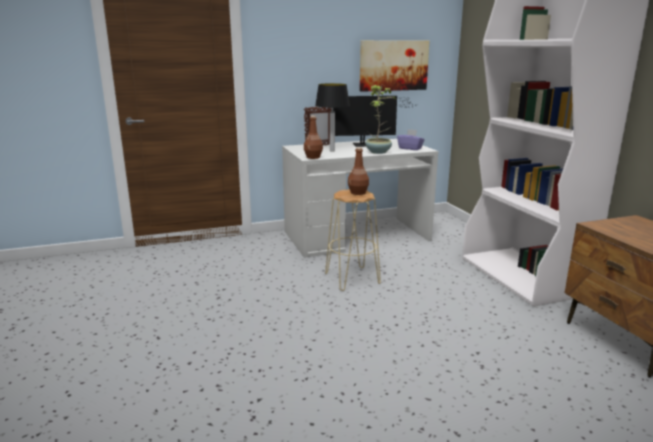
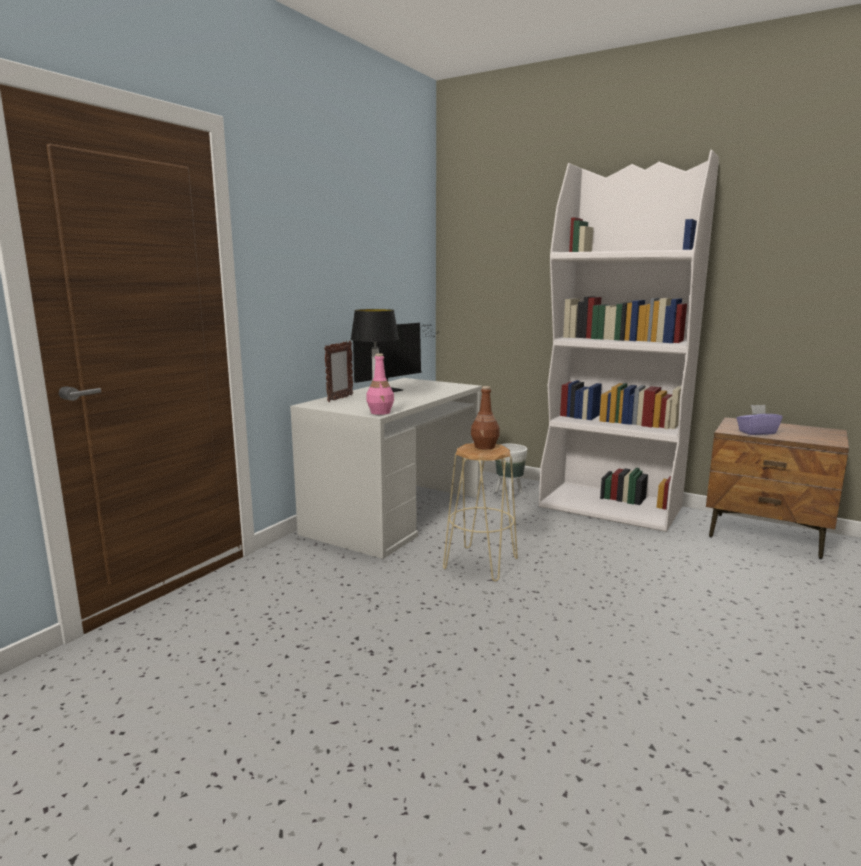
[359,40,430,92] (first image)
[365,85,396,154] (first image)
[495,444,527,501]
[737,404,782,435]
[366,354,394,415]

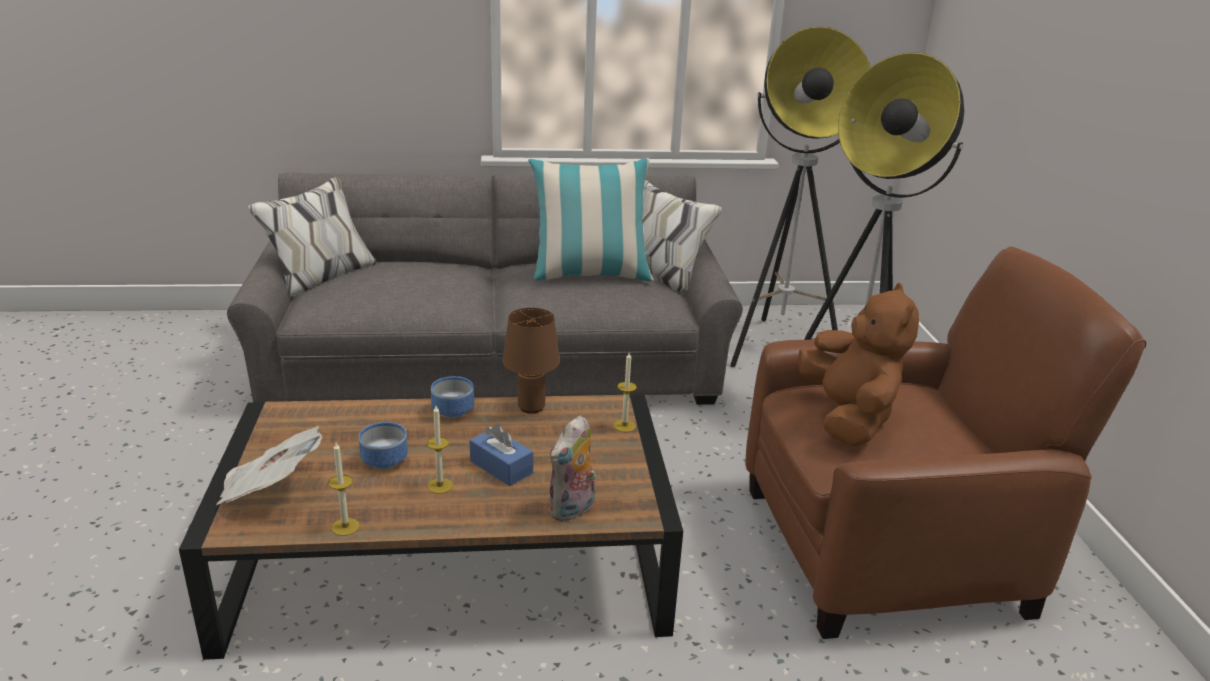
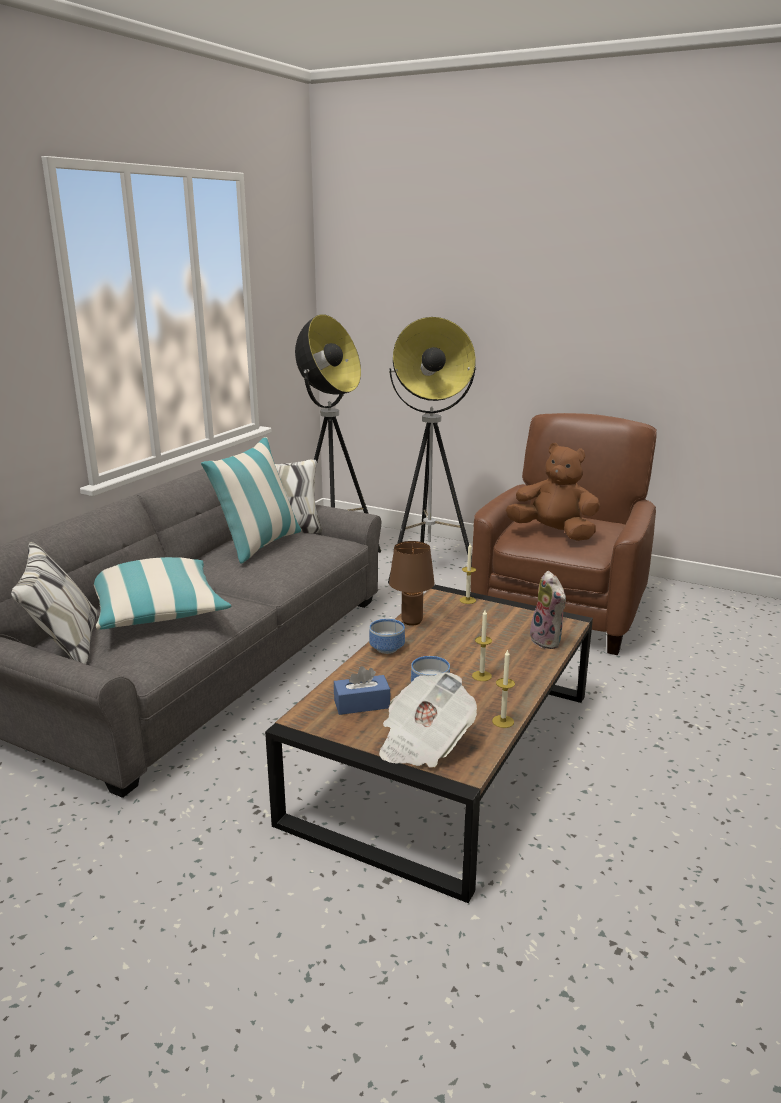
[94,557,231,630]
[334,666,390,715]

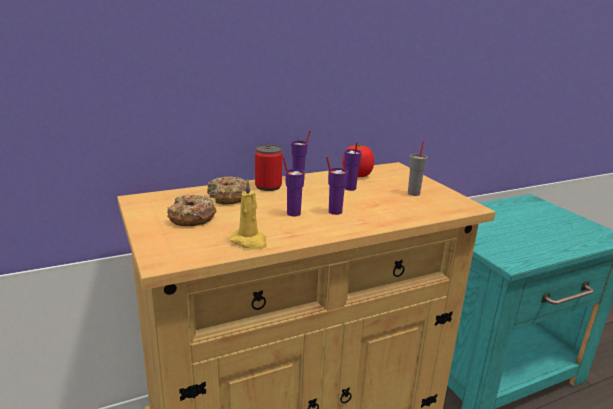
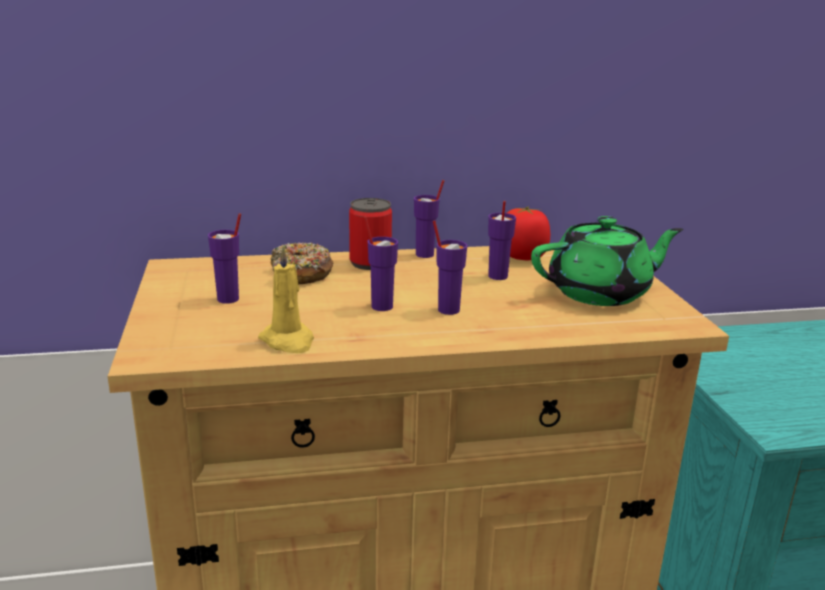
[208,213,241,304]
[531,216,684,306]

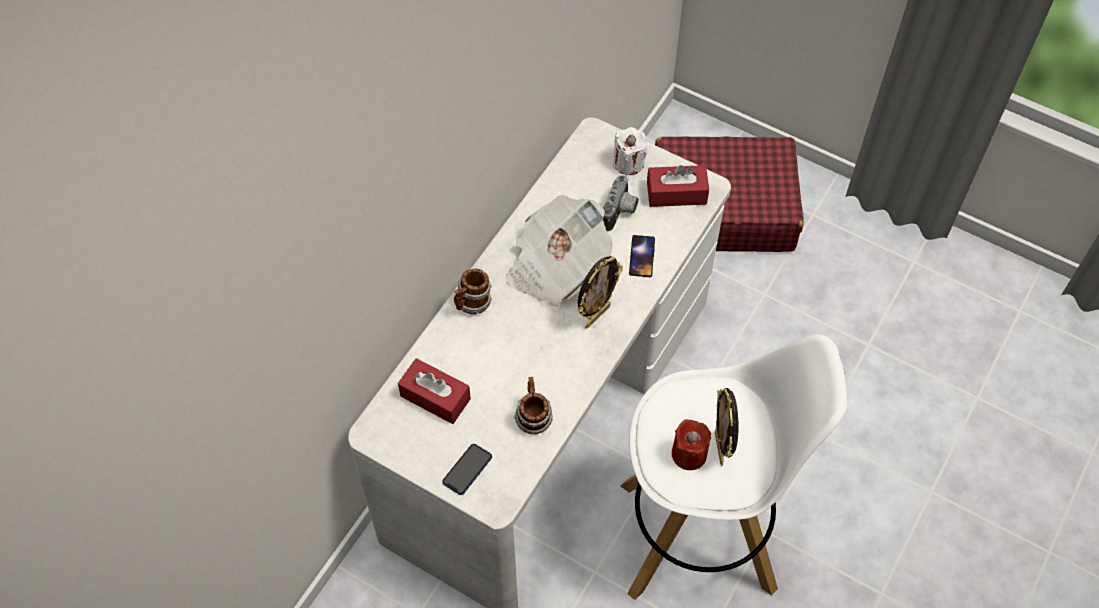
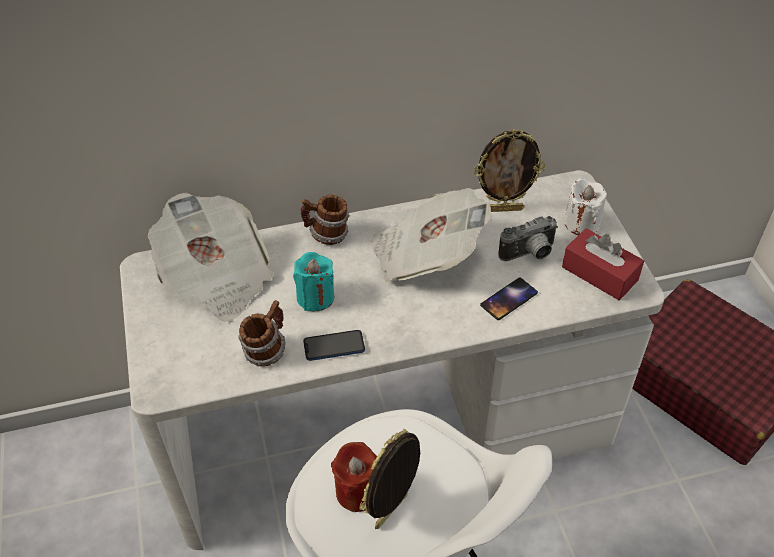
[293,252,334,311]
[303,330,365,361]
[474,129,545,212]
[148,193,274,322]

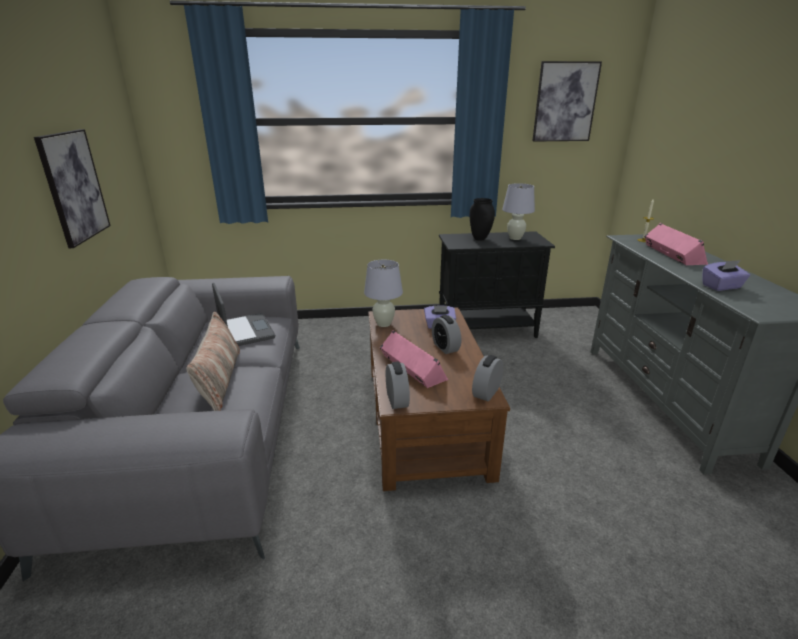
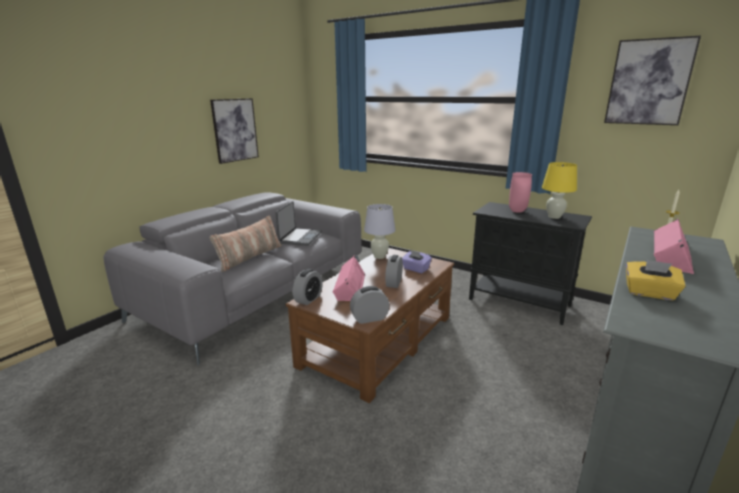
[509,172,532,213]
[542,162,577,219]
[626,260,686,301]

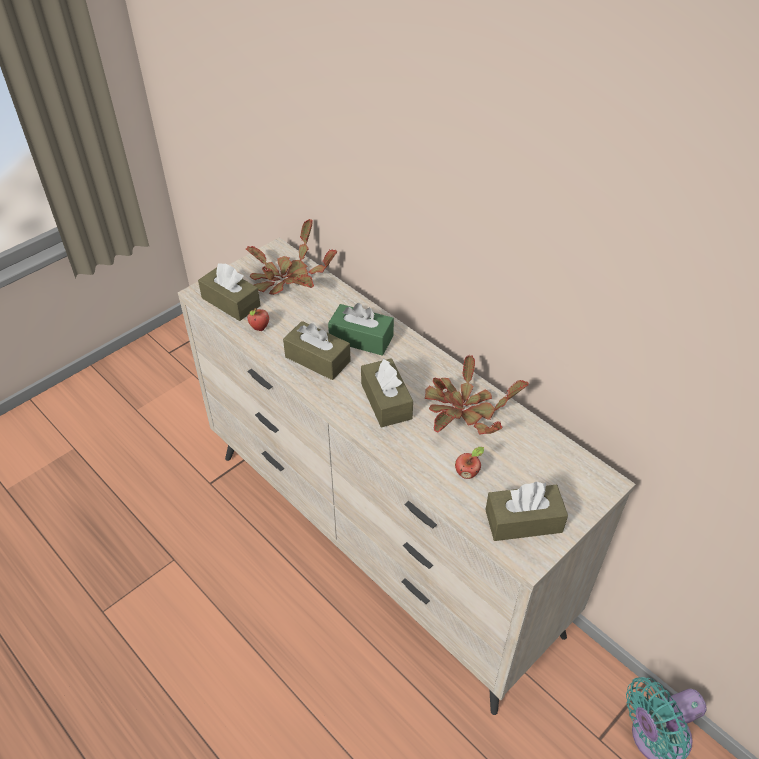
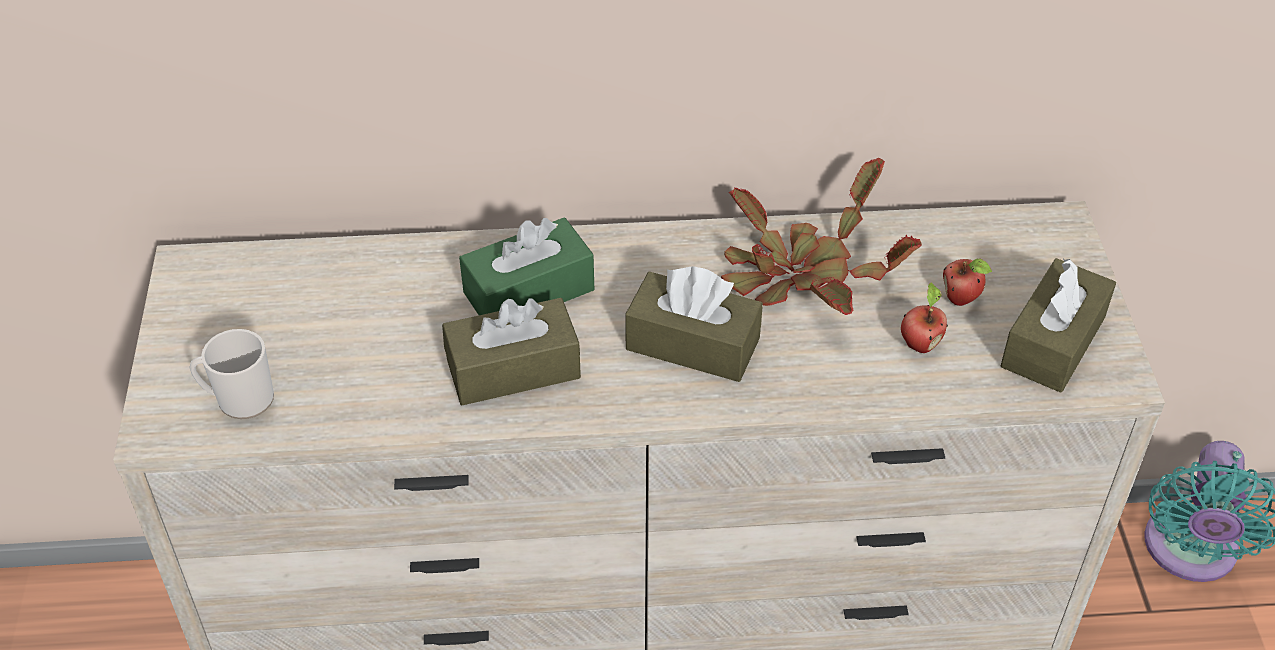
[246,219,337,295] (first image)
[943,259,992,306]
[189,329,274,419]

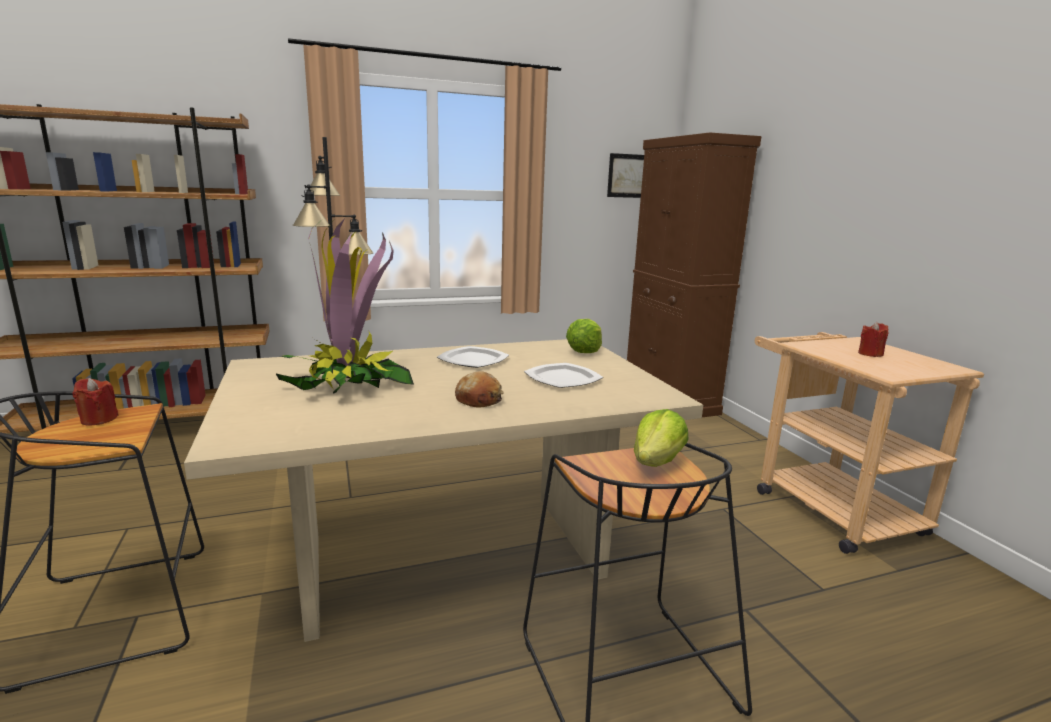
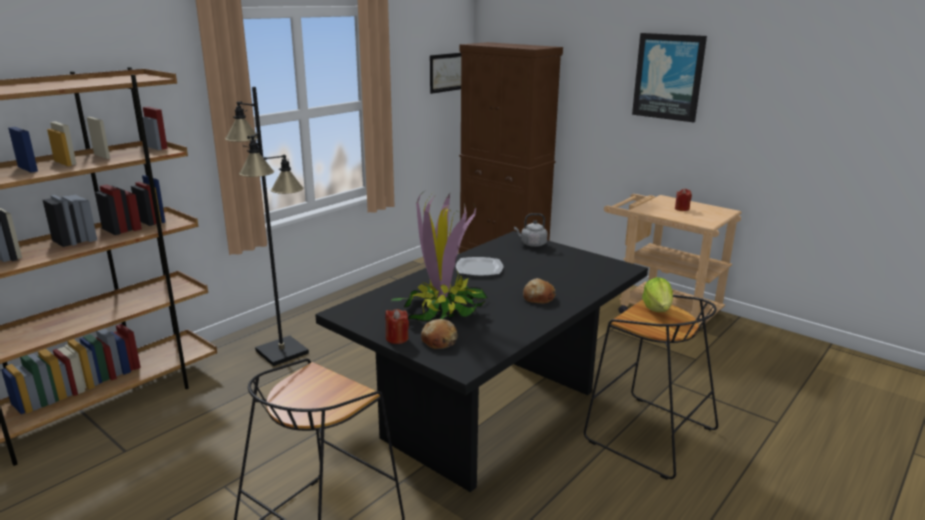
[524,363,603,388] (first image)
[421,319,458,349]
[632,33,707,122]
[385,309,409,344]
[514,213,548,247]
[315,231,648,492]

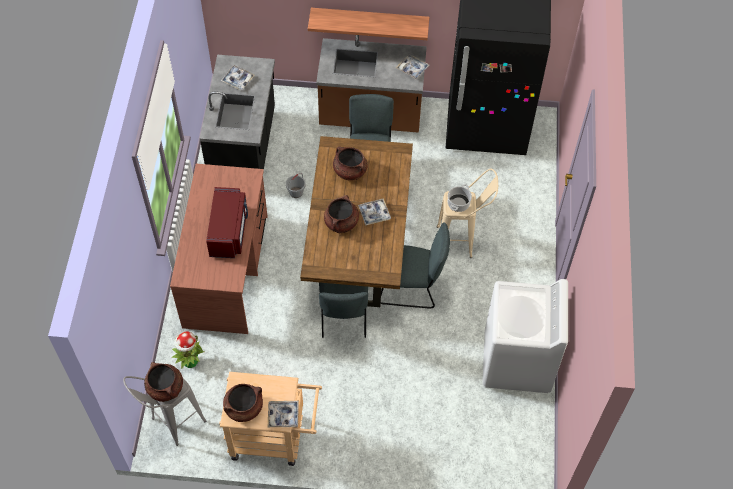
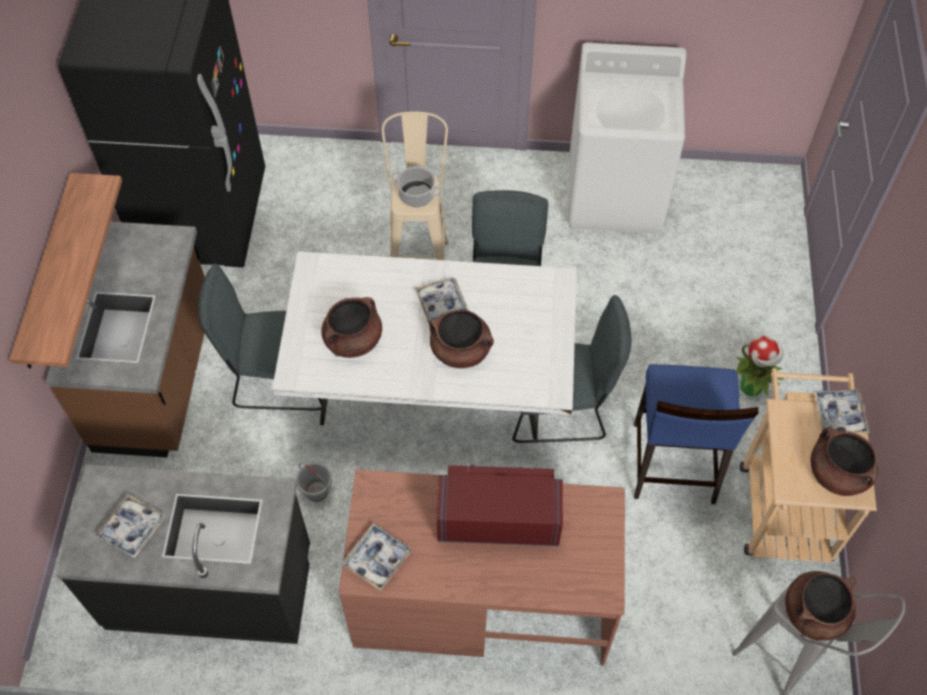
[634,364,758,504]
[736,336,784,396]
[342,523,413,591]
[272,251,577,440]

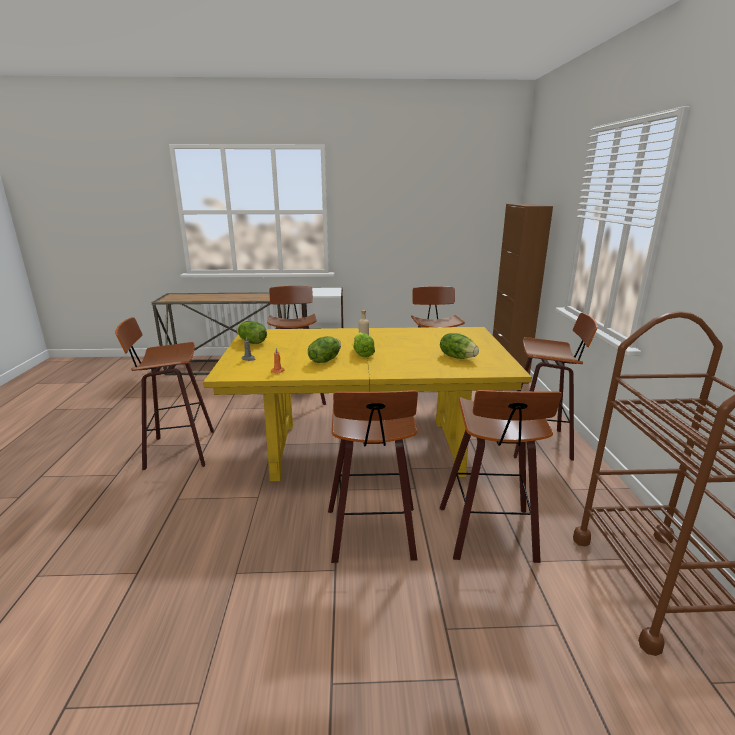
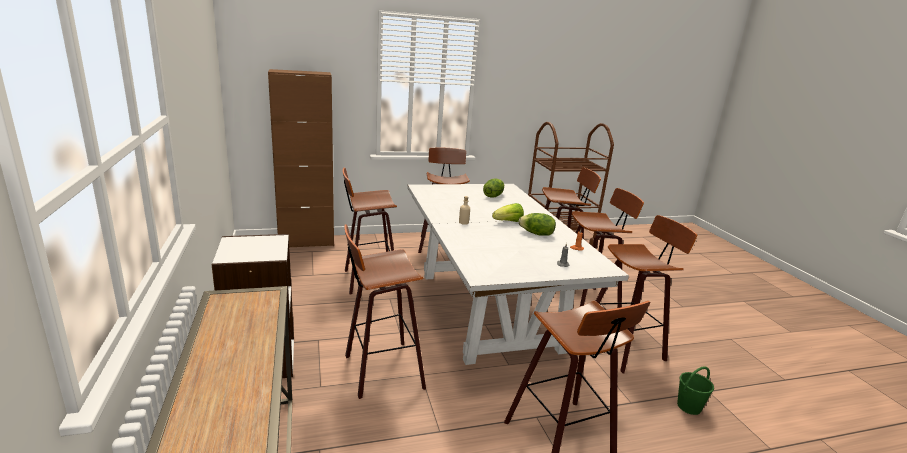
[237,321,267,344] (first image)
[596,215,697,374]
[677,366,714,415]
[407,184,629,365]

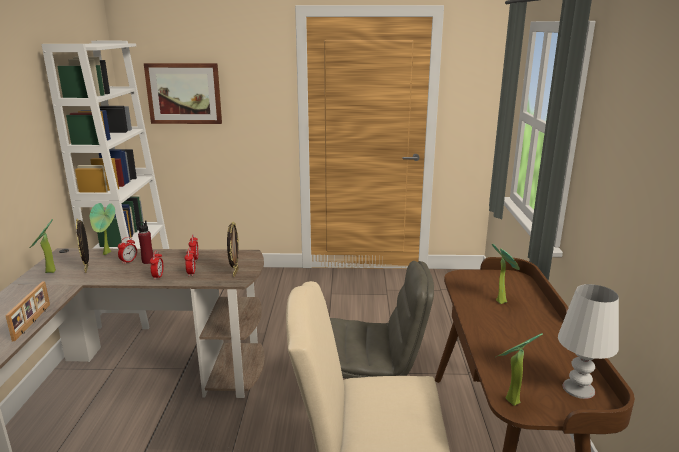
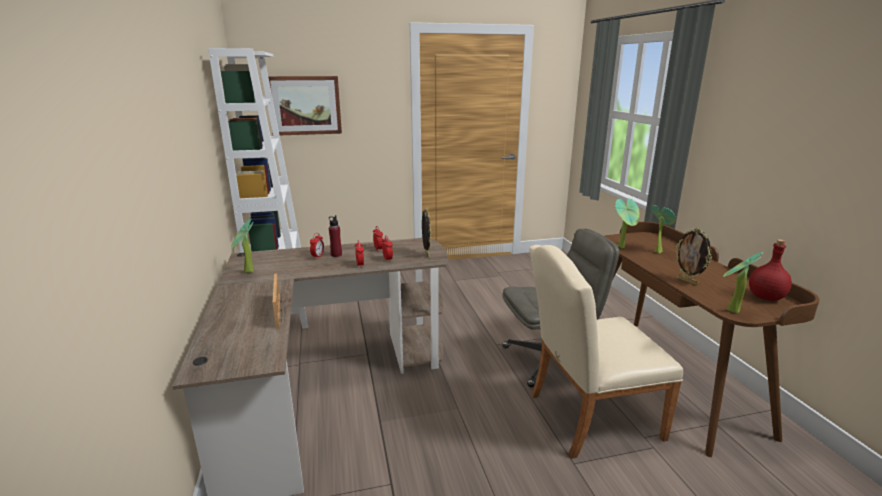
[675,228,712,285]
[615,198,639,248]
[749,239,792,301]

